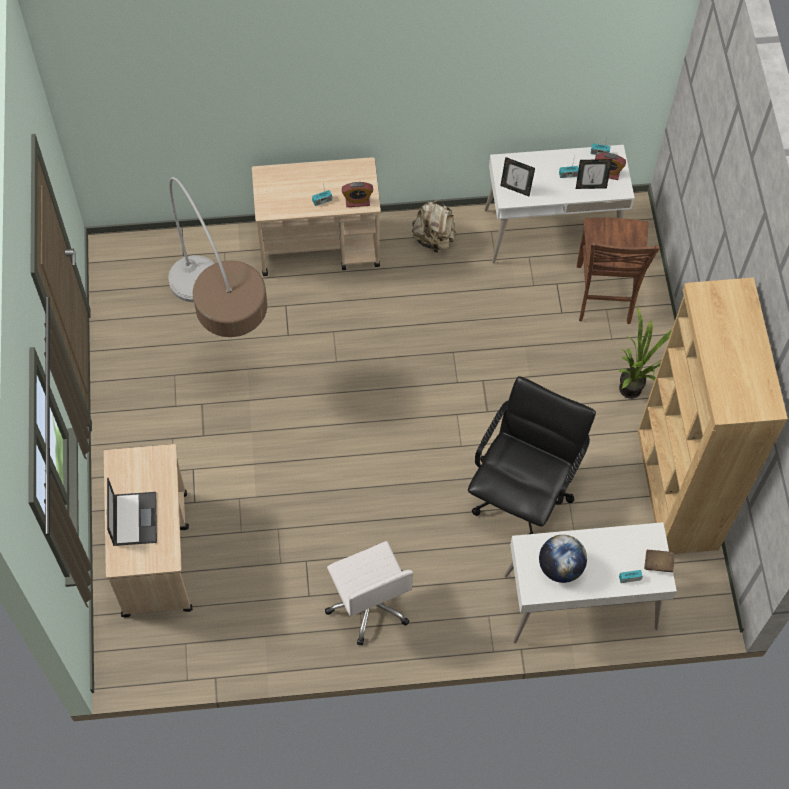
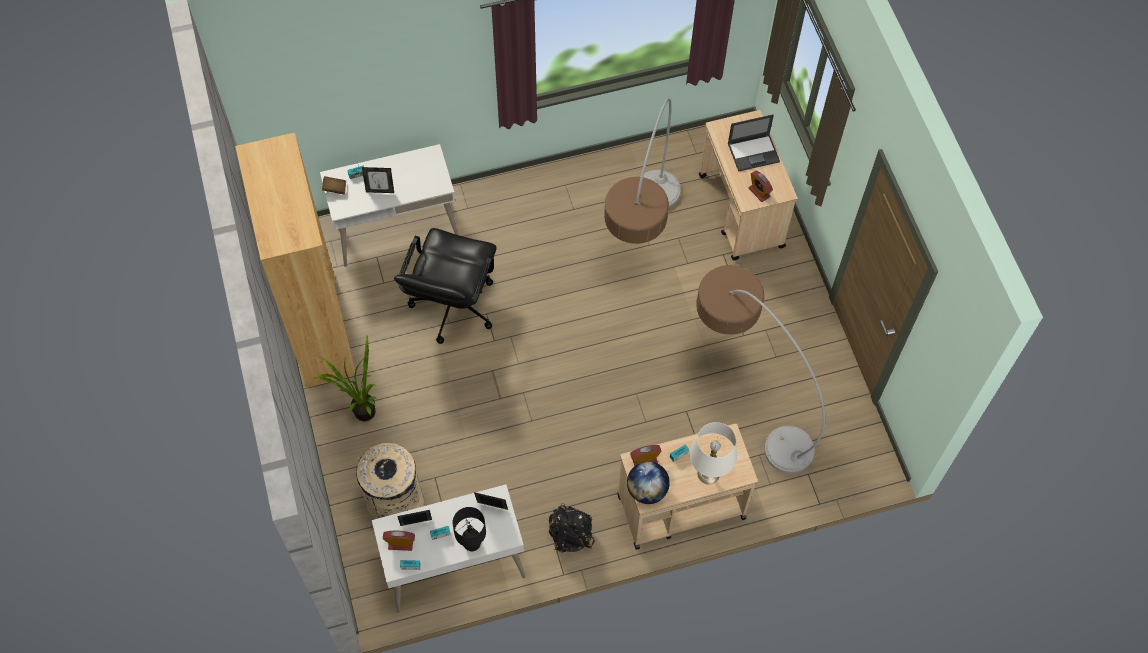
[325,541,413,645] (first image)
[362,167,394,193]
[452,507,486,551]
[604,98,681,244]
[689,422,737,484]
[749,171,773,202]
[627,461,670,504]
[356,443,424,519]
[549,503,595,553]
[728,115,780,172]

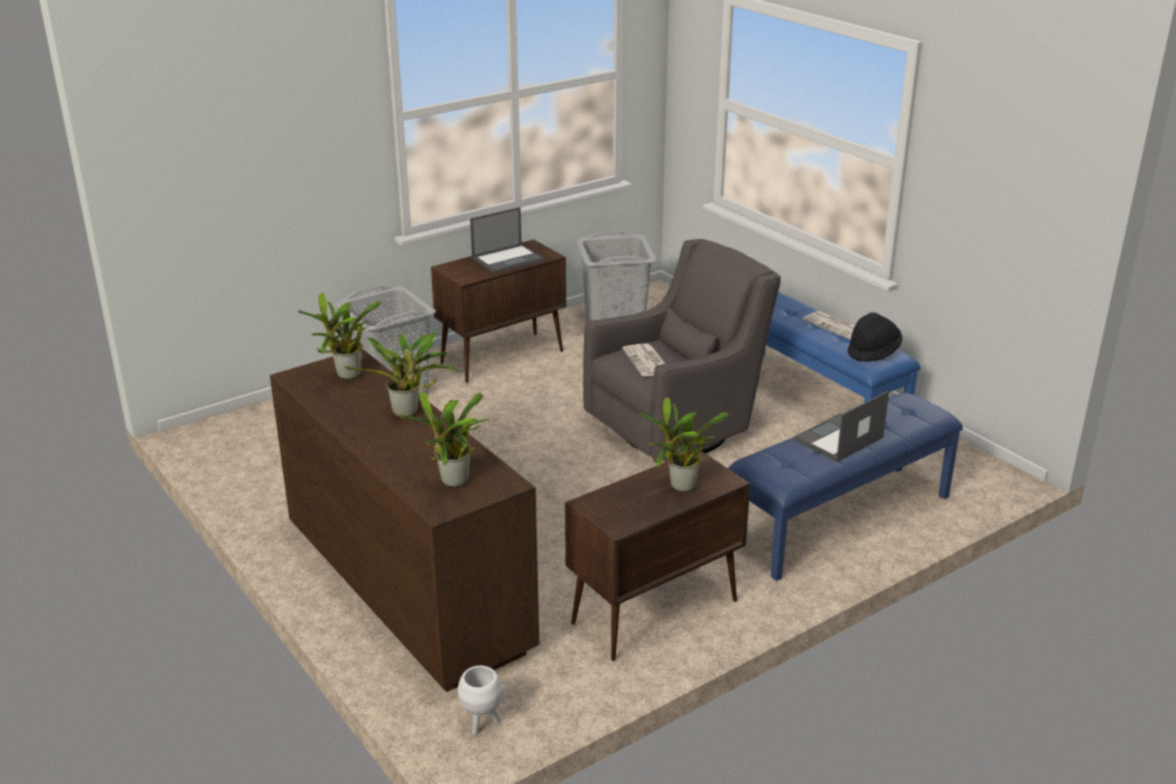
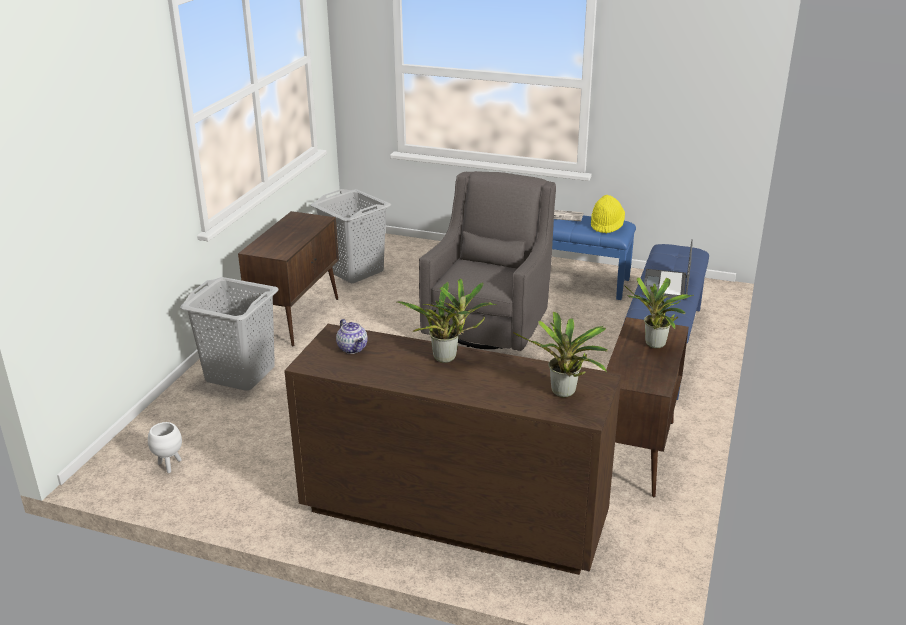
[470,207,544,274] (first image)
[622,343,665,376] (first image)
[148,422,182,473]
[336,319,368,354]
[591,195,625,234]

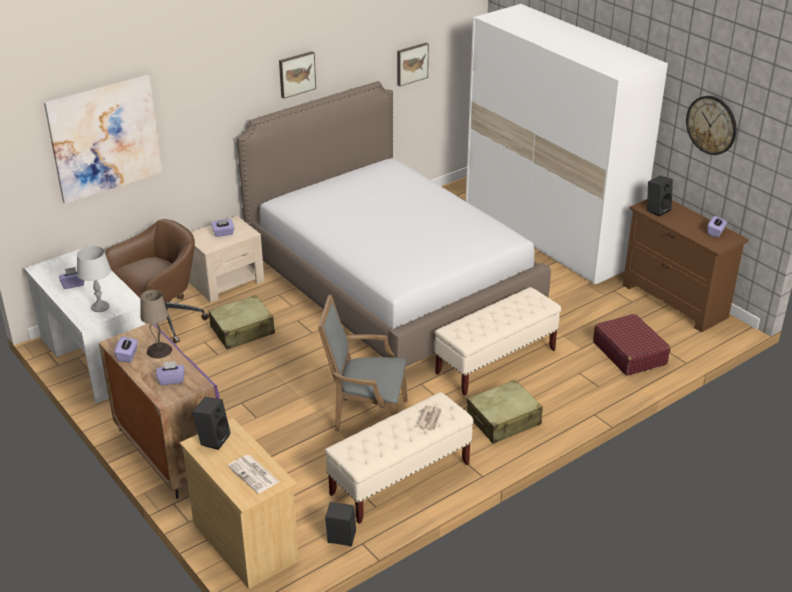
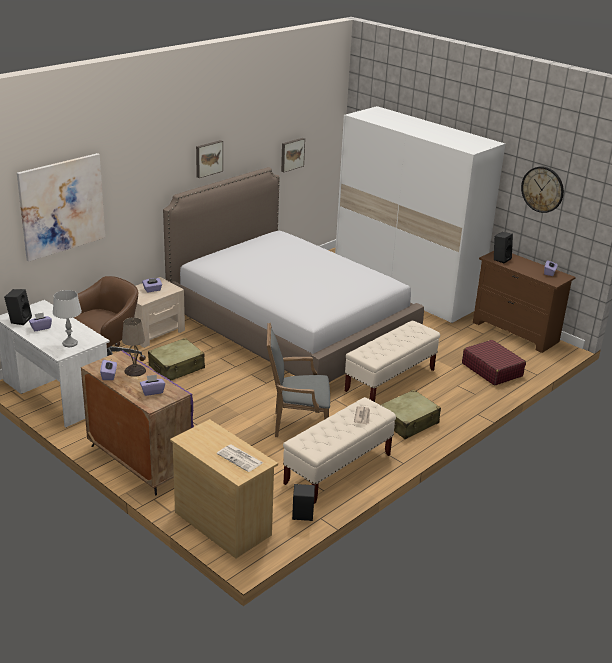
[4,289,32,325]

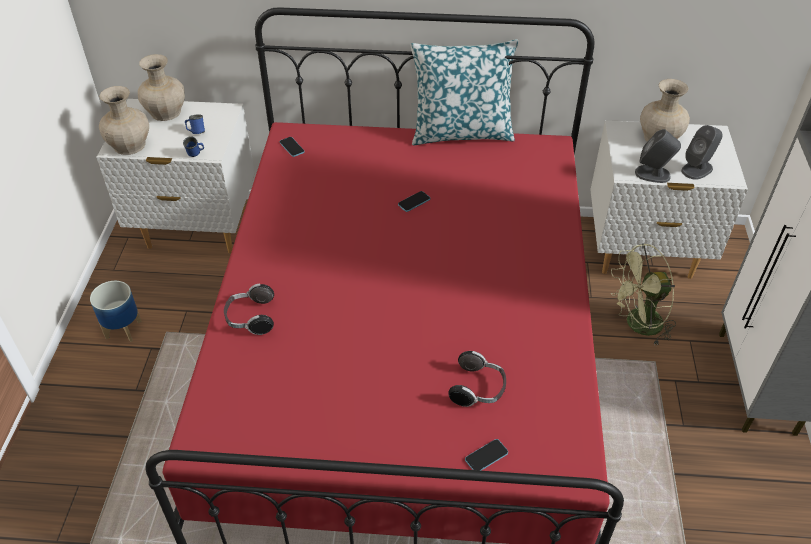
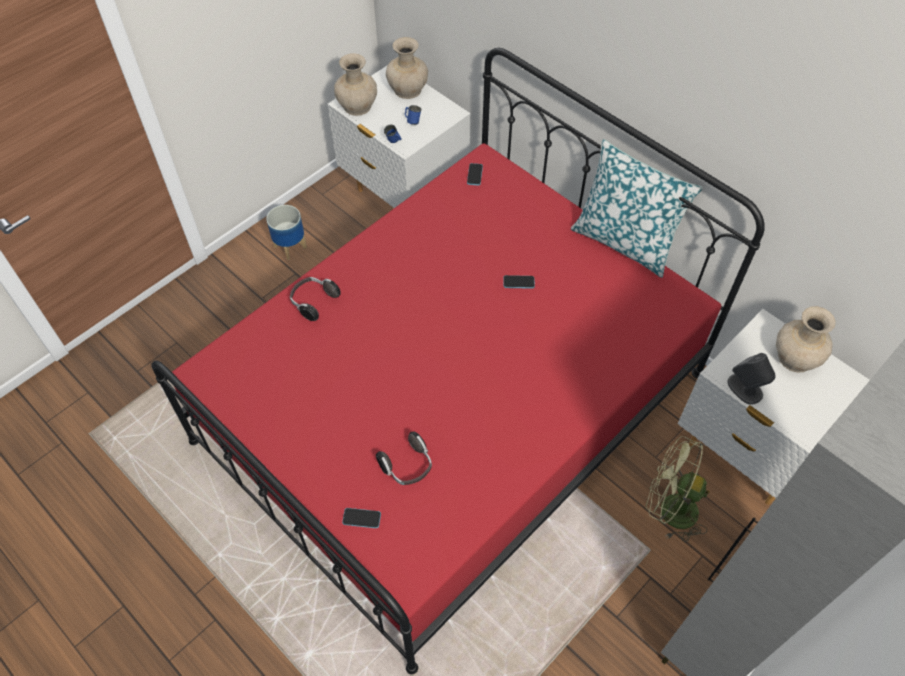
[681,125,723,180] (first image)

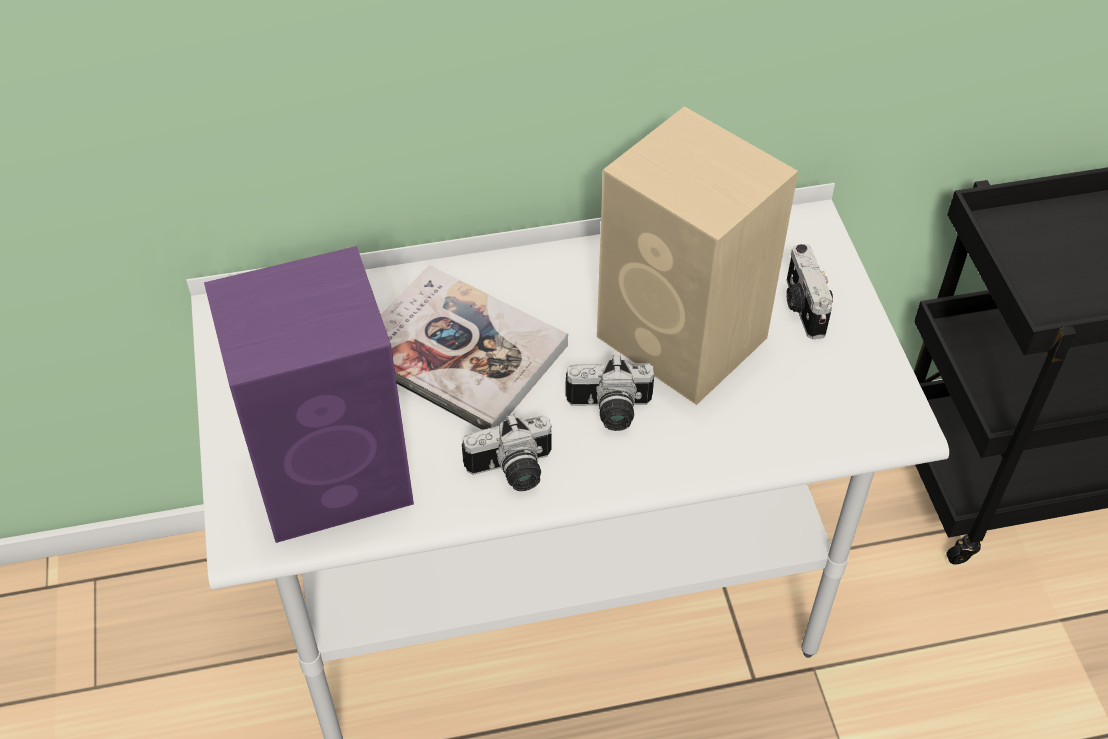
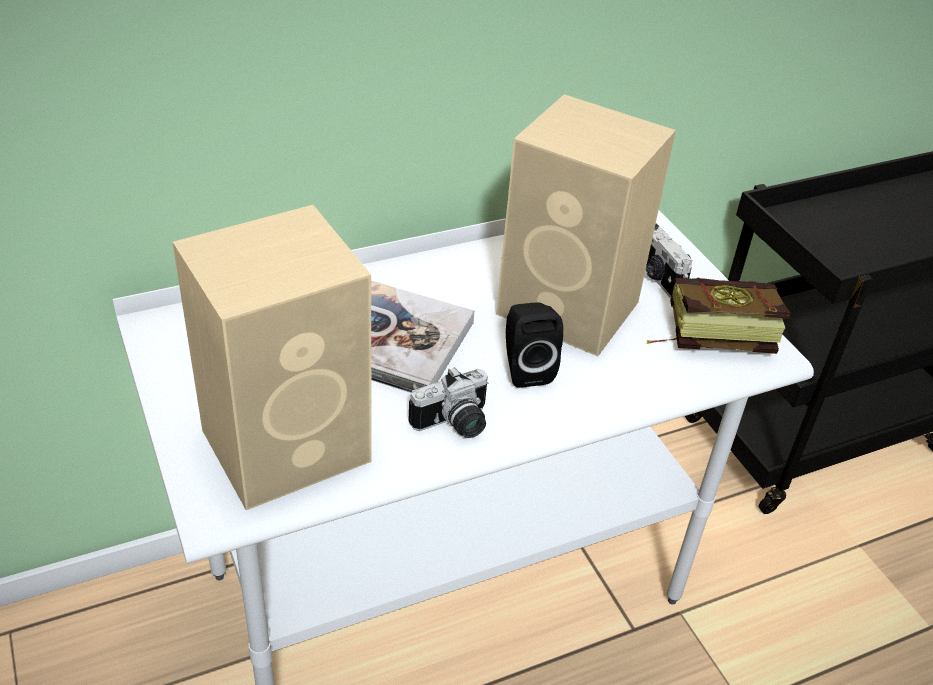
[647,277,791,354]
[506,302,563,388]
[173,205,372,510]

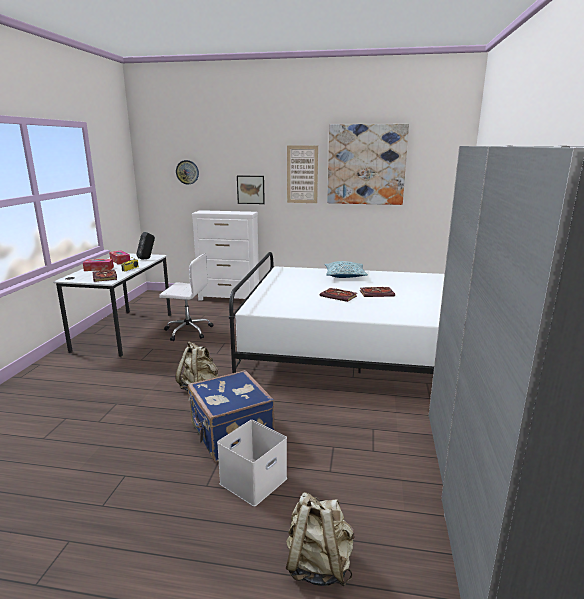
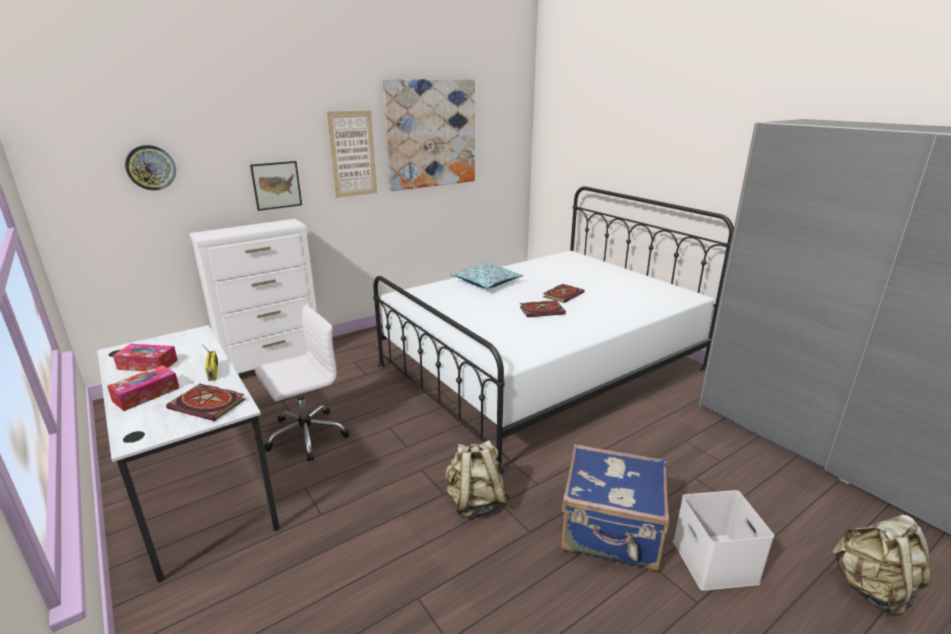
[136,232,155,260] (first image)

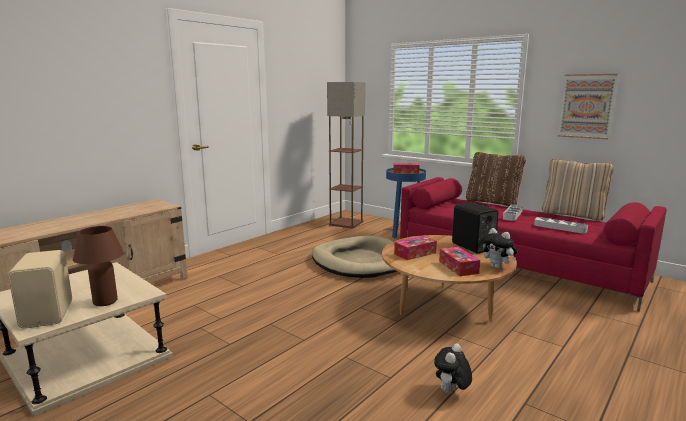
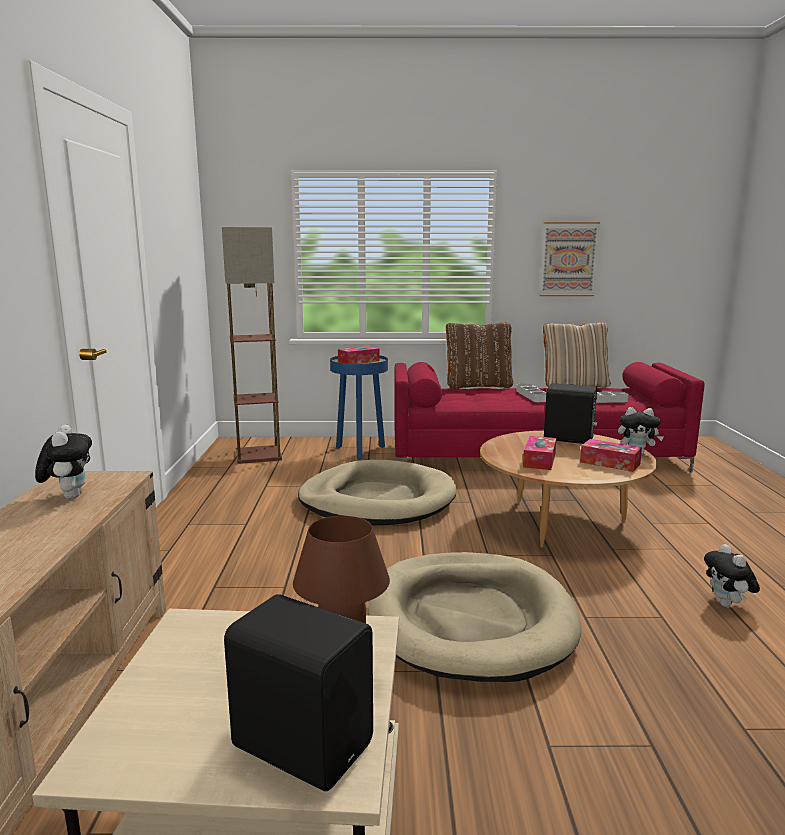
[35,425,92,499]
[369,552,581,682]
[224,594,373,791]

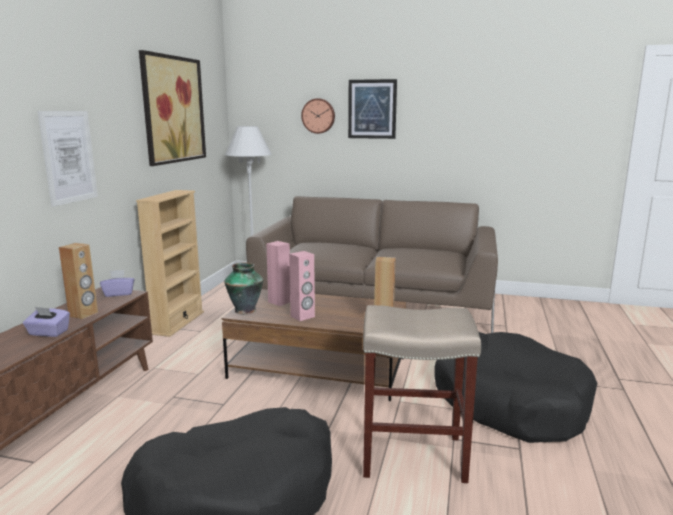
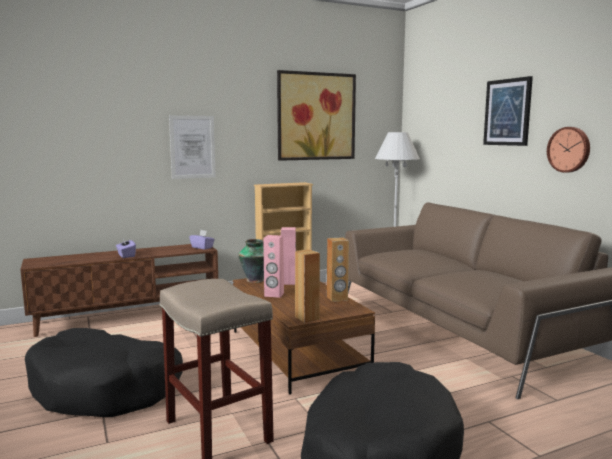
[327,237,349,302]
[547,127,590,173]

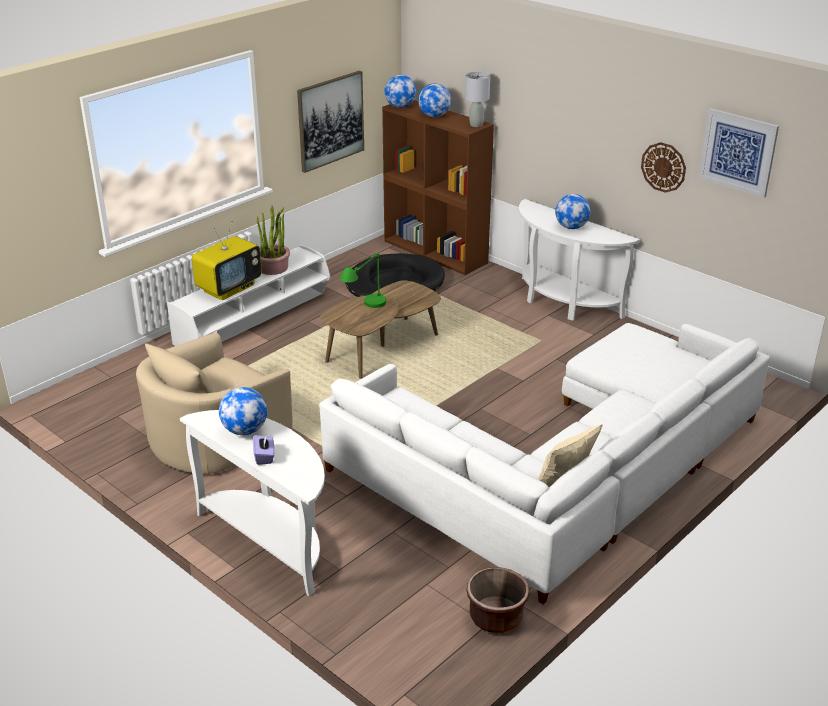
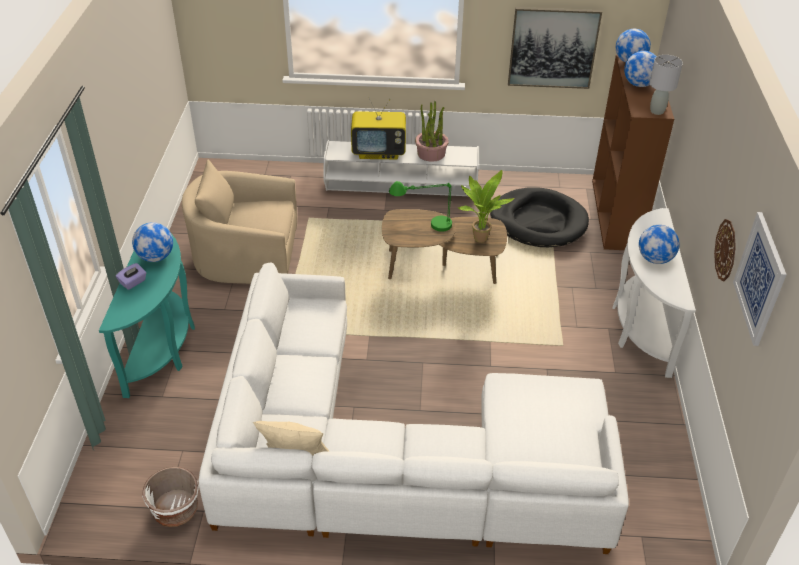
[458,170,514,243]
[99,234,195,398]
[142,467,199,527]

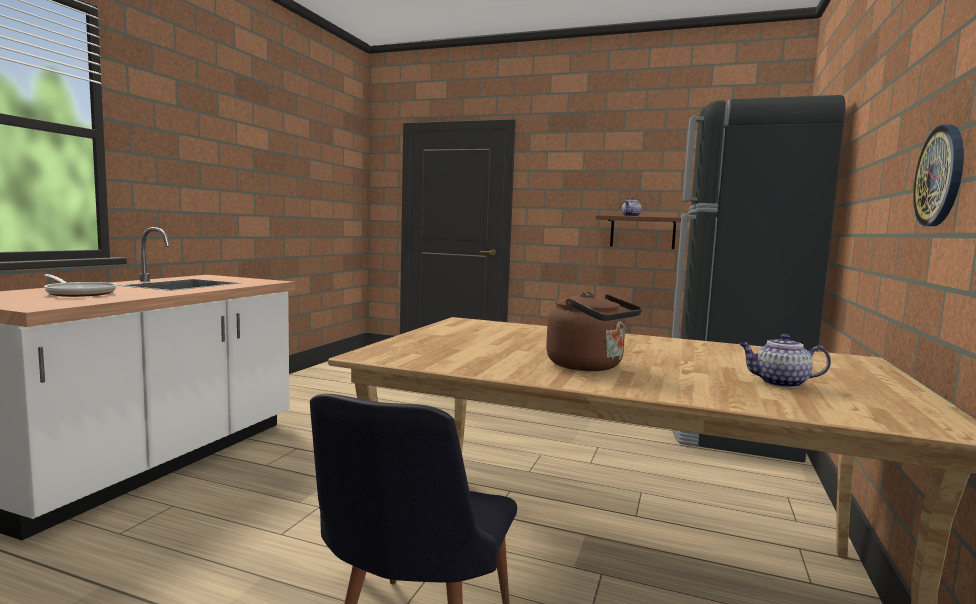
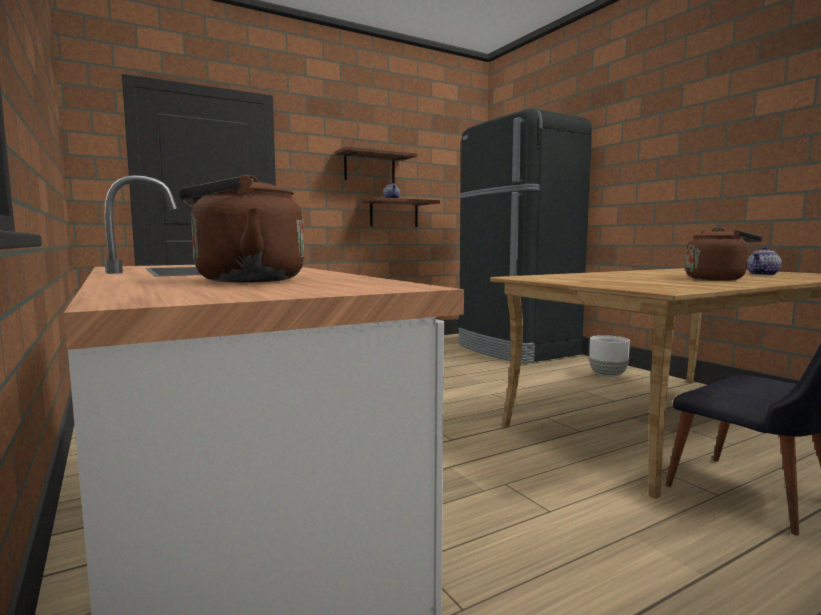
[913,125,964,226] (first image)
[334,146,417,183]
[589,335,630,377]
[178,175,304,283]

